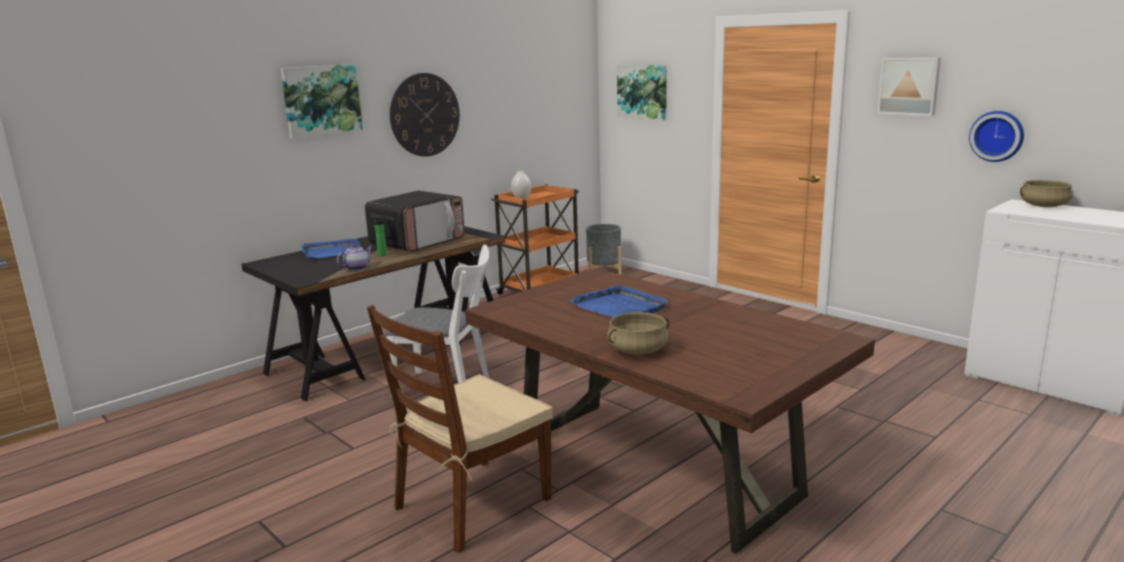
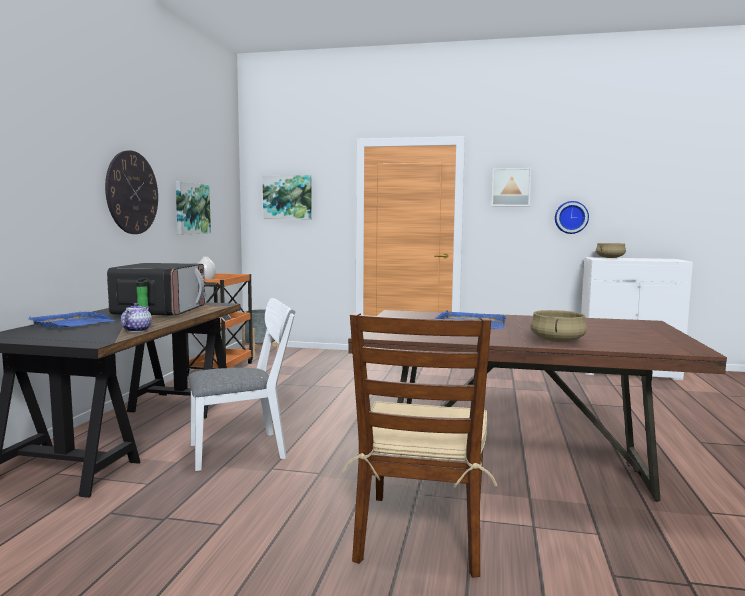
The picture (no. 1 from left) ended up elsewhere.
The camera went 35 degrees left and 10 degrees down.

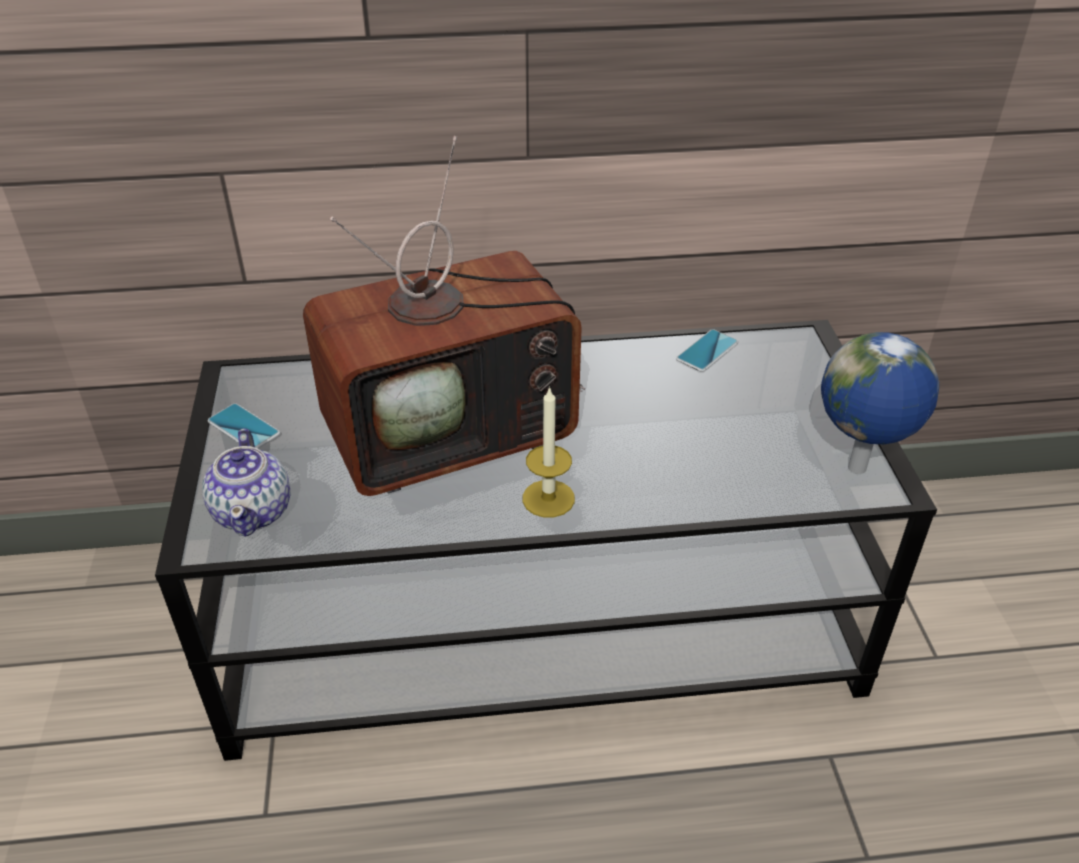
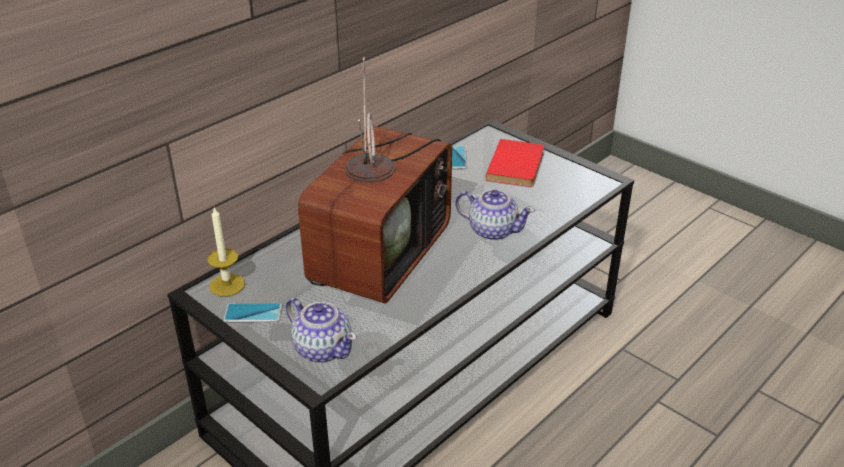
The second view lost the desk globe.
The candle ended up elsewhere.
The second view gained the red bound book.
The second view gained the tea pot (no. 2 from left).
The camera went 40 degrees left and 5 degrees down.

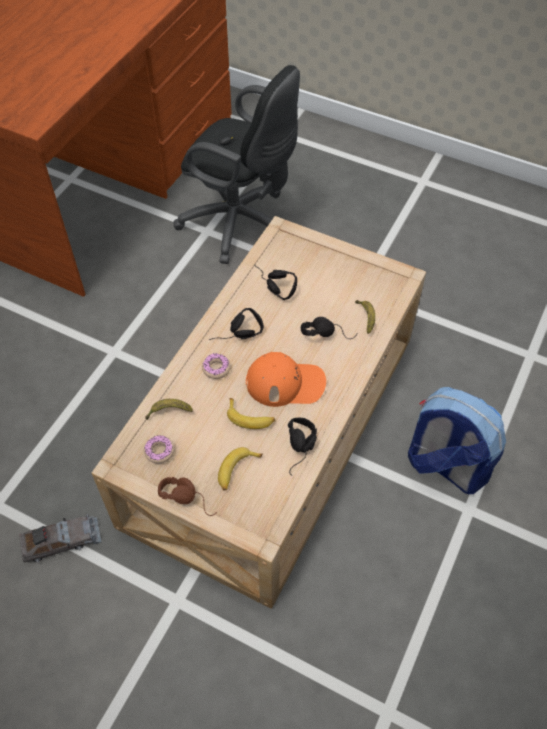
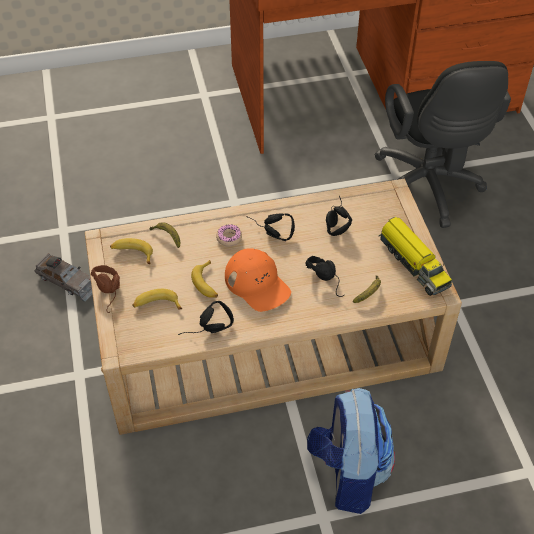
Where the donut (no. 1 from left) stood, the whole banana (no. 1 from left) came to stand.
The second view gained the model truck.
The camera went 50 degrees right and 5 degrees down.

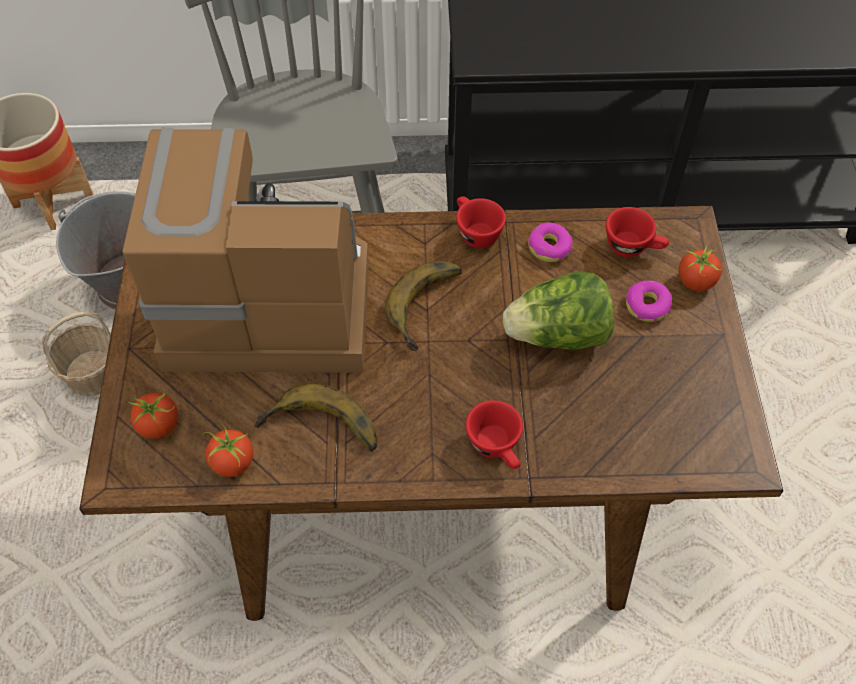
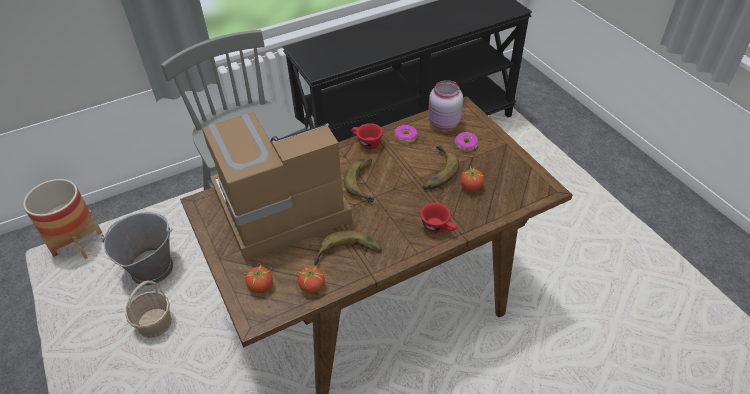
Where the red small cup (no. 3 from left) stood, the pink jar came to stand.
The fresh tomato (no. 3 from left) ended up elsewhere.
Where the lettuce head stood, the whole banana (no. 3 from left) came to stand.
The camera went 25 degrees left and 10 degrees down.

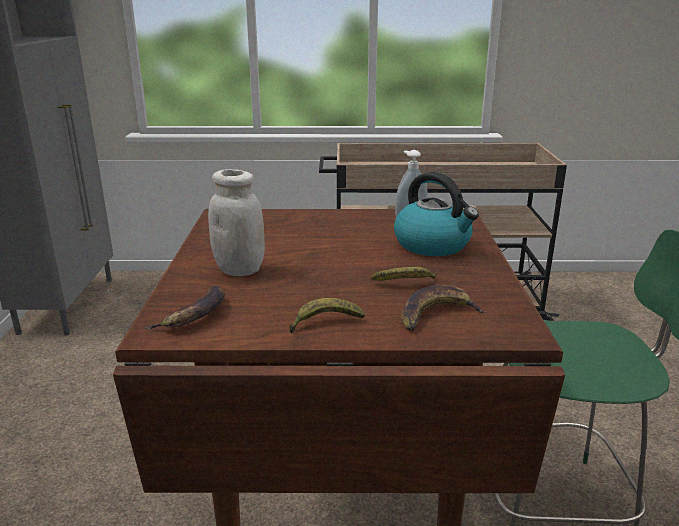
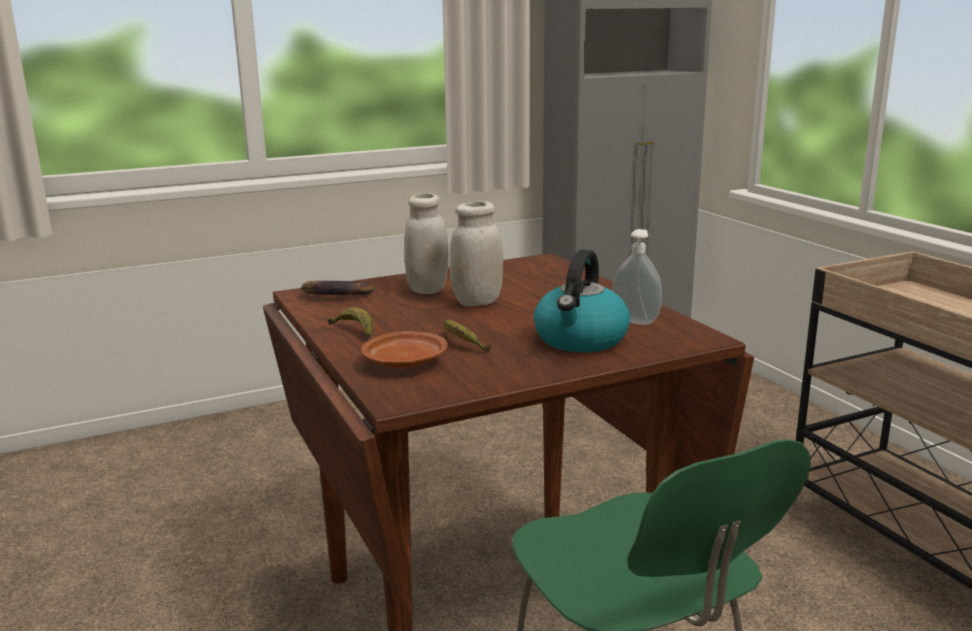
Where the whole banana (no. 4 from left) stood, the brown flat dish came to stand.
The second view gained the white-coloured jar (no. 2 from left).
The camera went 65 degrees right and 5 degrees down.

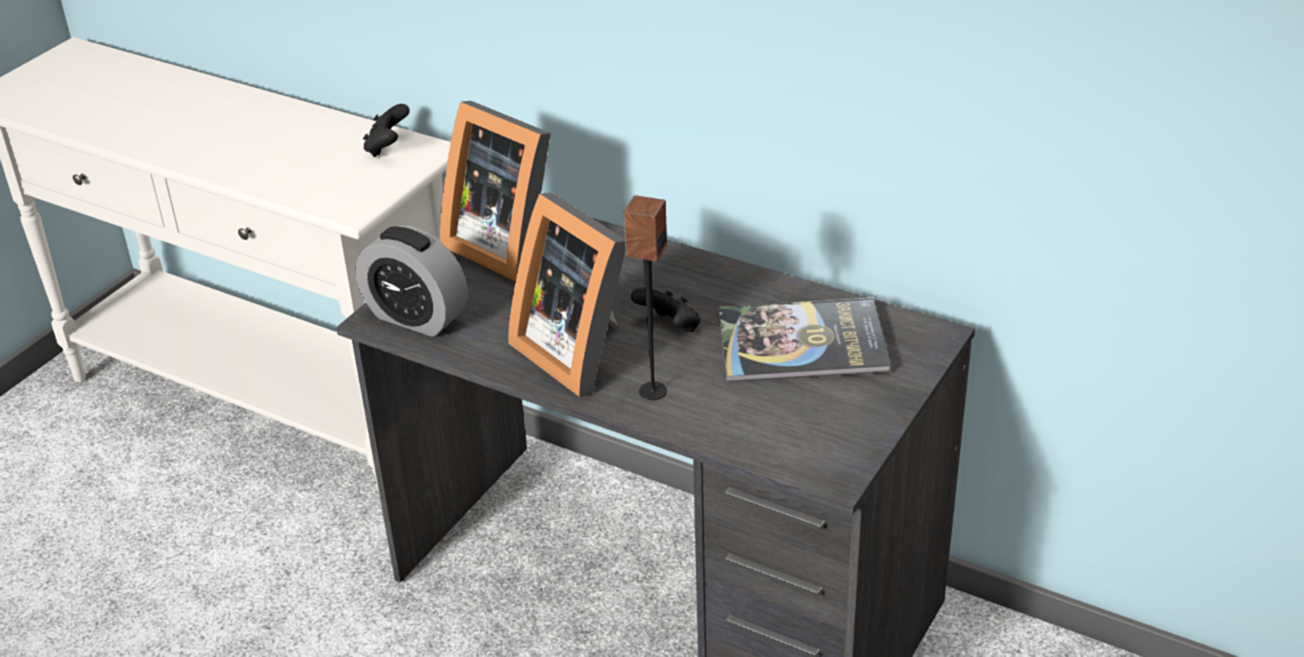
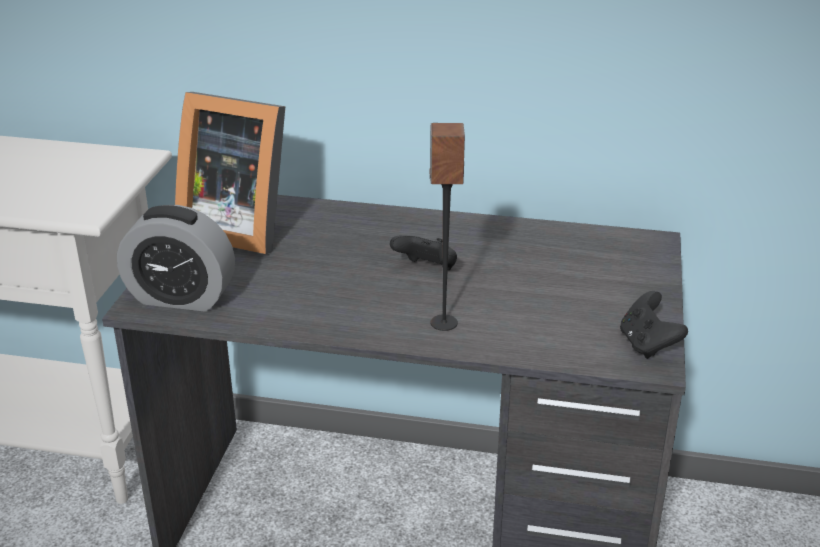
The black-coloured joypad (no. 1 from left in the first image) ended up elsewhere.
The second view lost the standing frame (no. 2 from left).
The second view lost the bound book.
The camera went 20 degrees left and 5 degrees down.

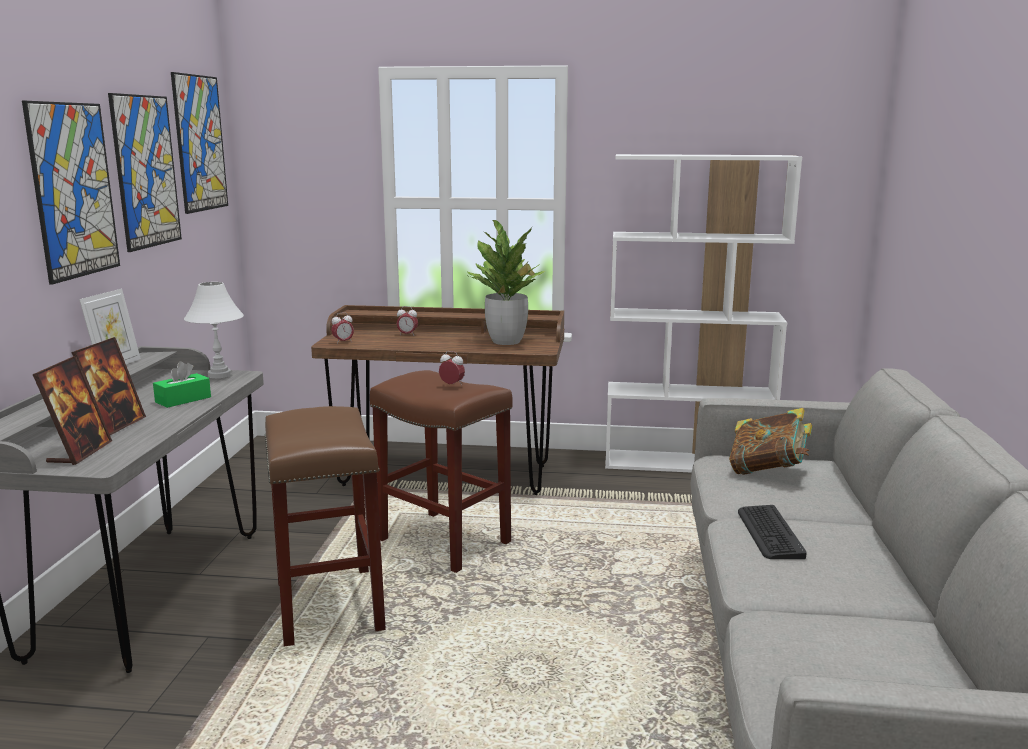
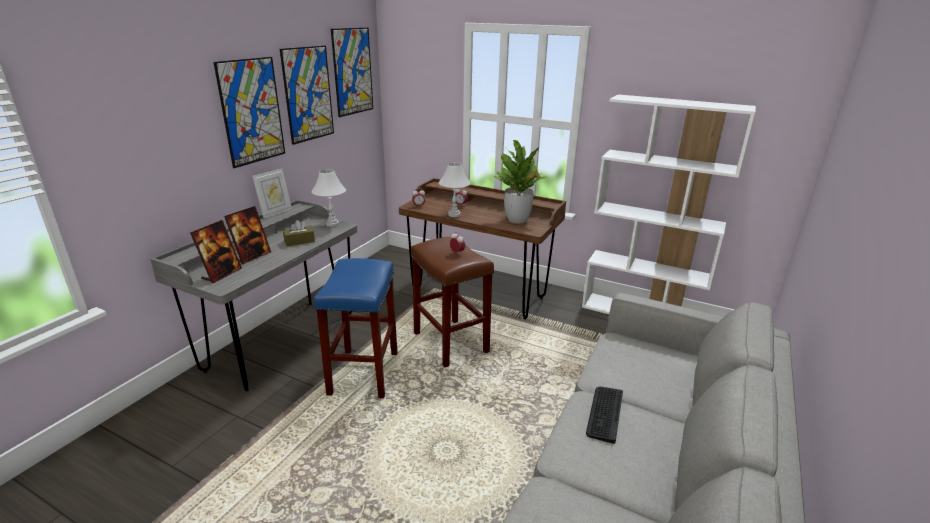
What was the green-coloured tissue holder turned into the brown tissue holder.
What was the brown sitting stool (no. 1 from left) turned into the bluish sitting stool.
The second view lost the bound book.
The second view gained the white-coloured table lamp (no. 2 from left).
The camera went 20 degrees right and 10 degrees up.

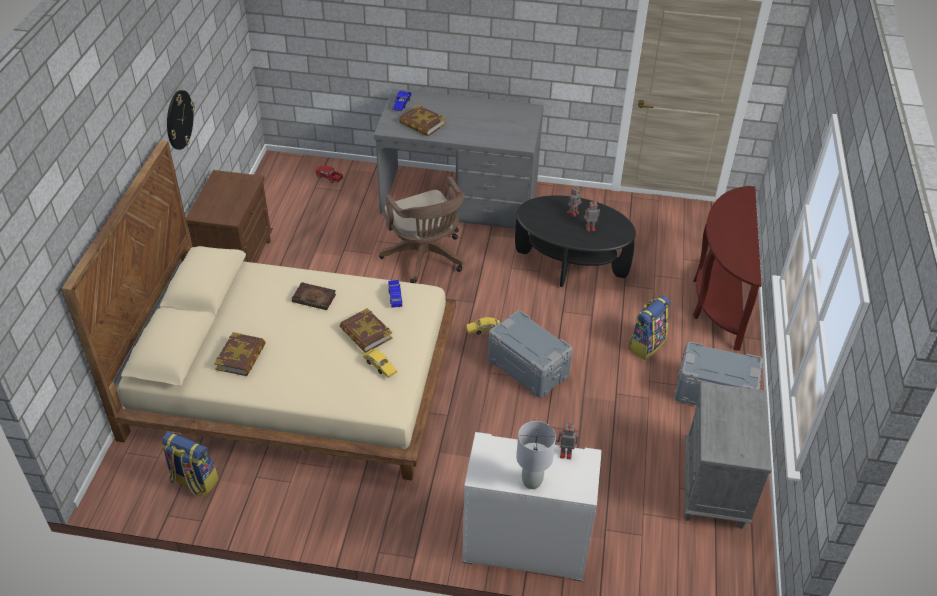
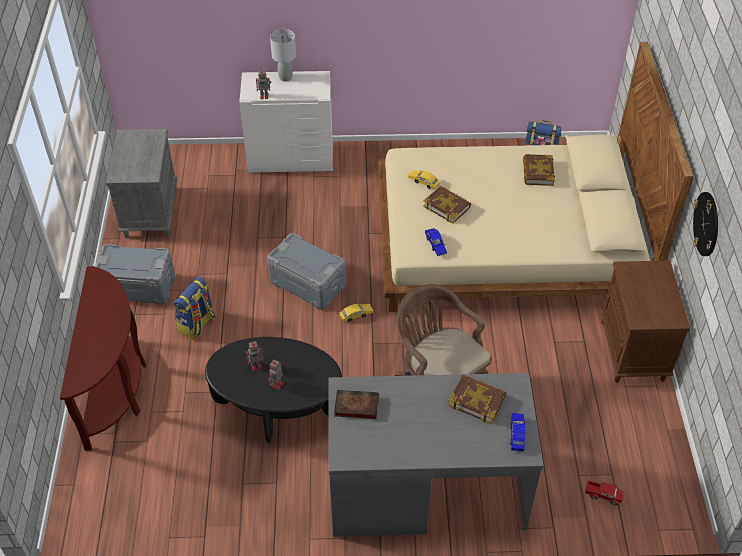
The bound book (no. 2 from left in the first image) ended up elsewhere.
The camera went 170 degrees right and 5 degrees up.

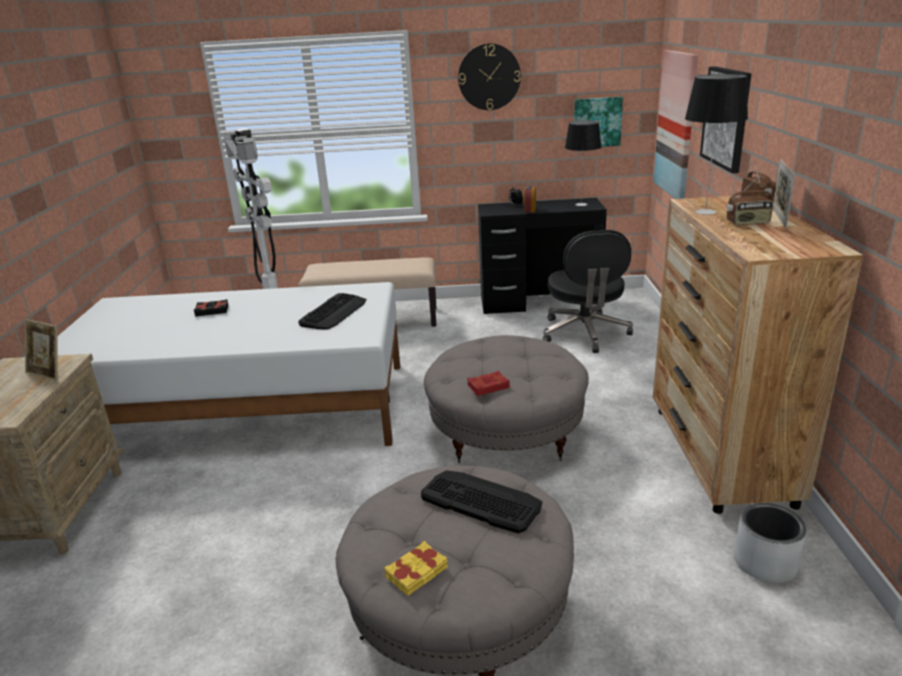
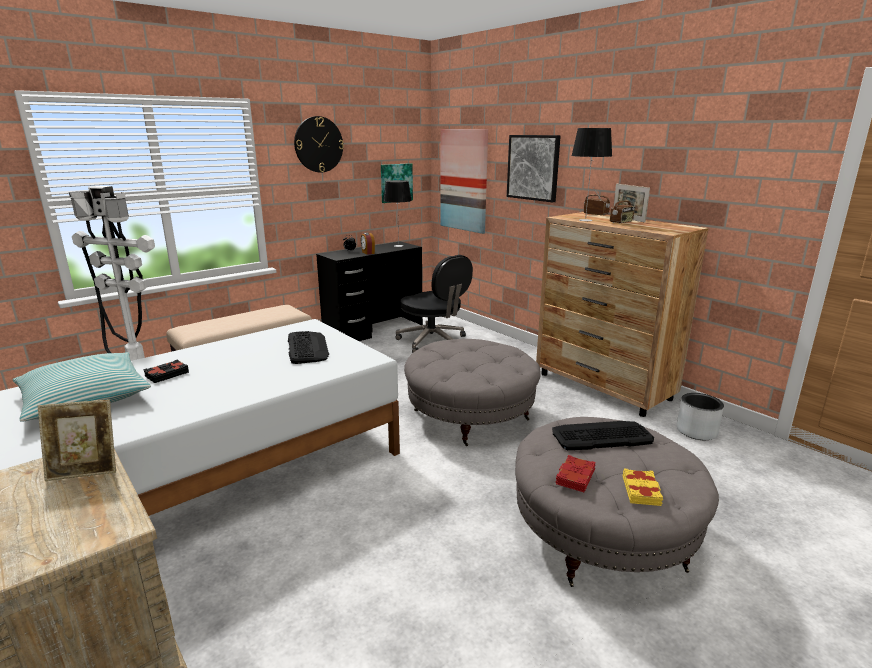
The red bound book ended up elsewhere.
The second view gained the cushion.
The camera went 40 degrees left and 5 degrees down.

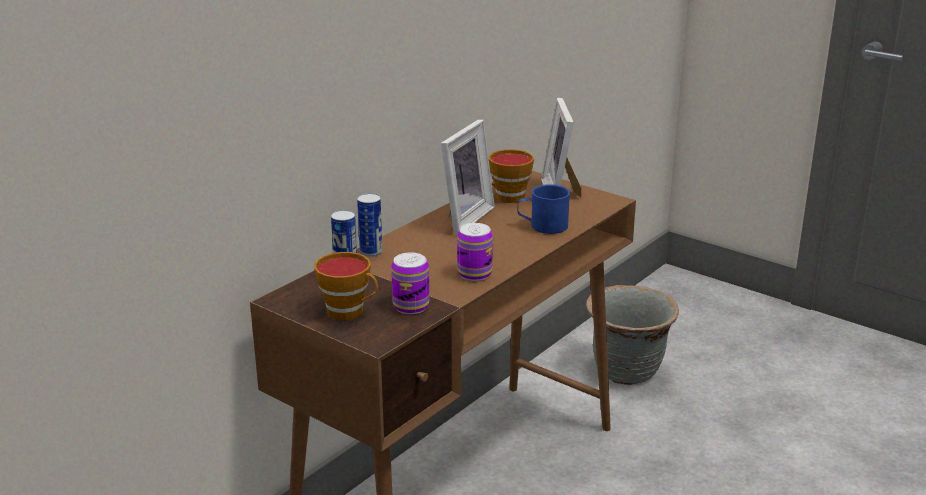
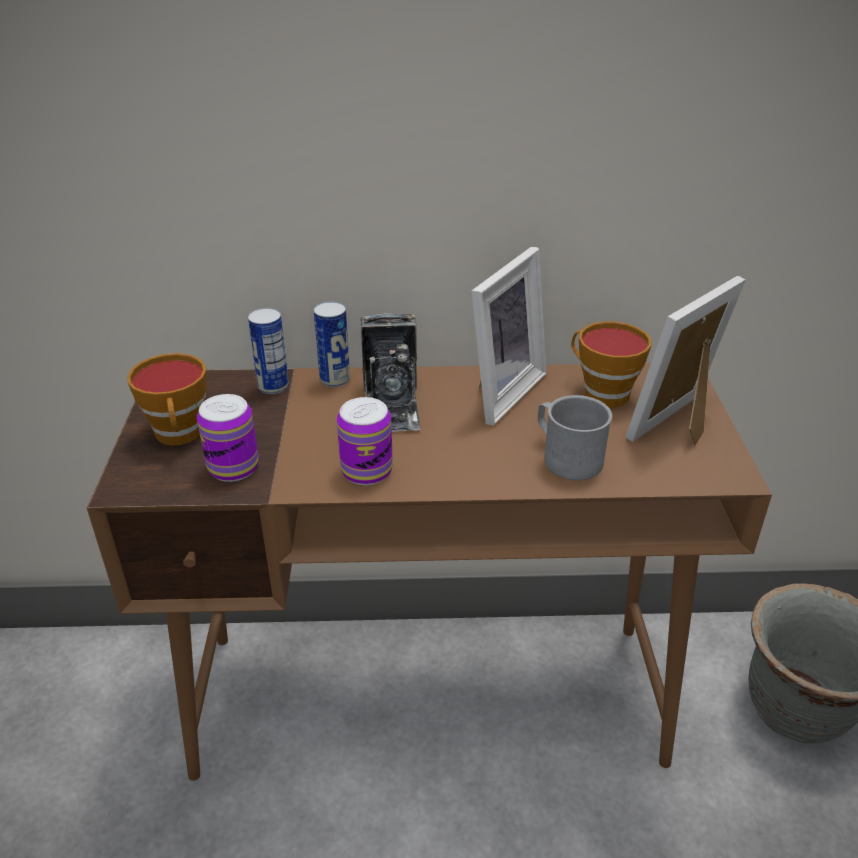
The standing frame (no. 1 from left) ended up facing another way, 45 degrees counterclockwise from before.
What was the bluish coffee mug turned into the grey coffee mug.
The second view gained the photo camera.
The camera went 50 degrees right and 10 degrees up.

